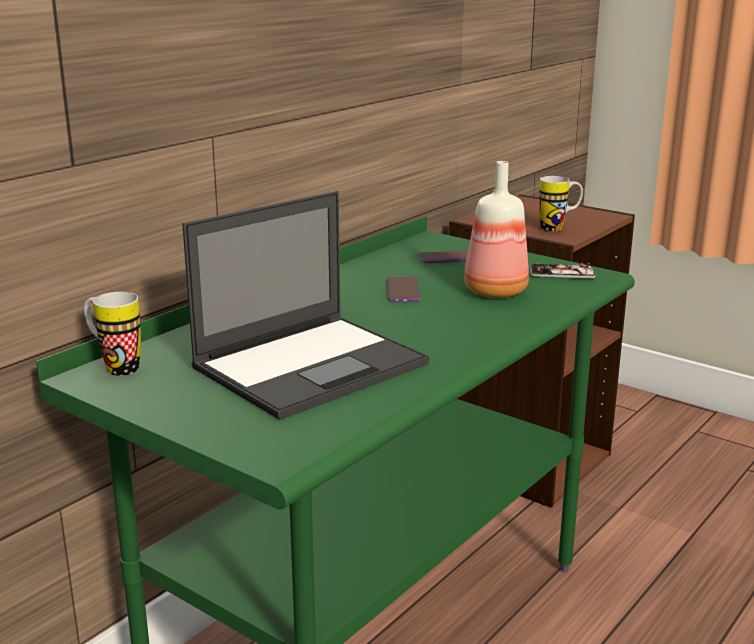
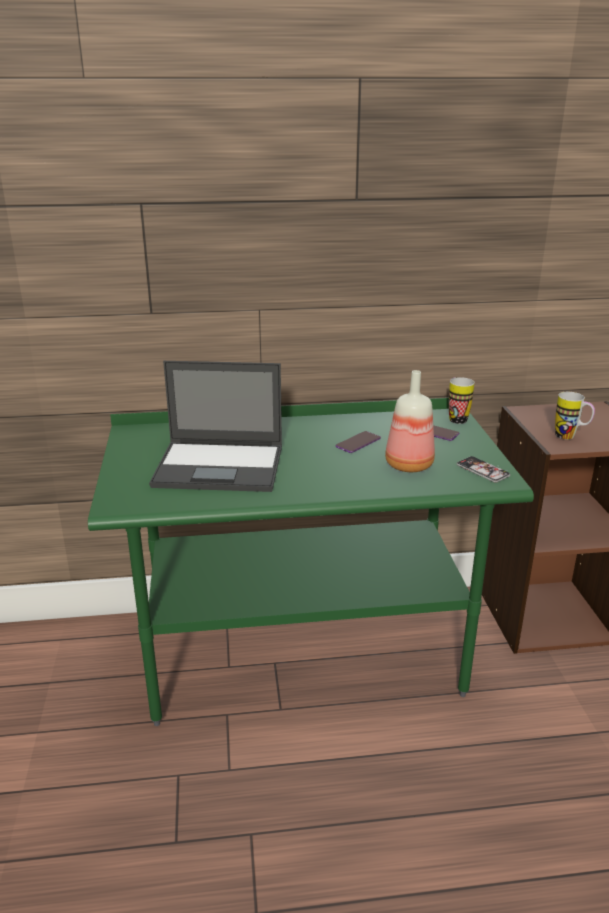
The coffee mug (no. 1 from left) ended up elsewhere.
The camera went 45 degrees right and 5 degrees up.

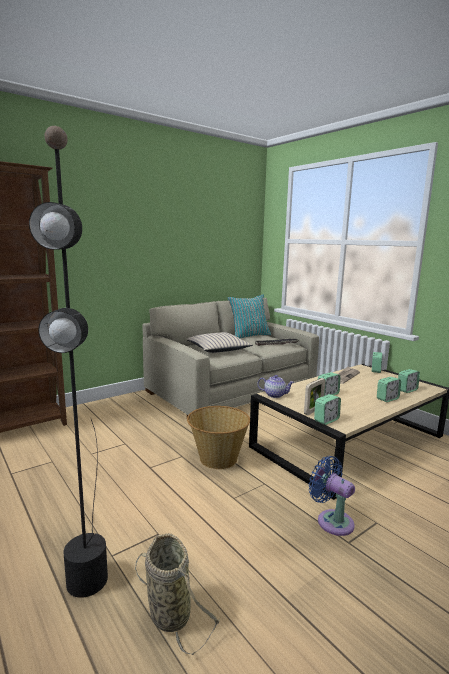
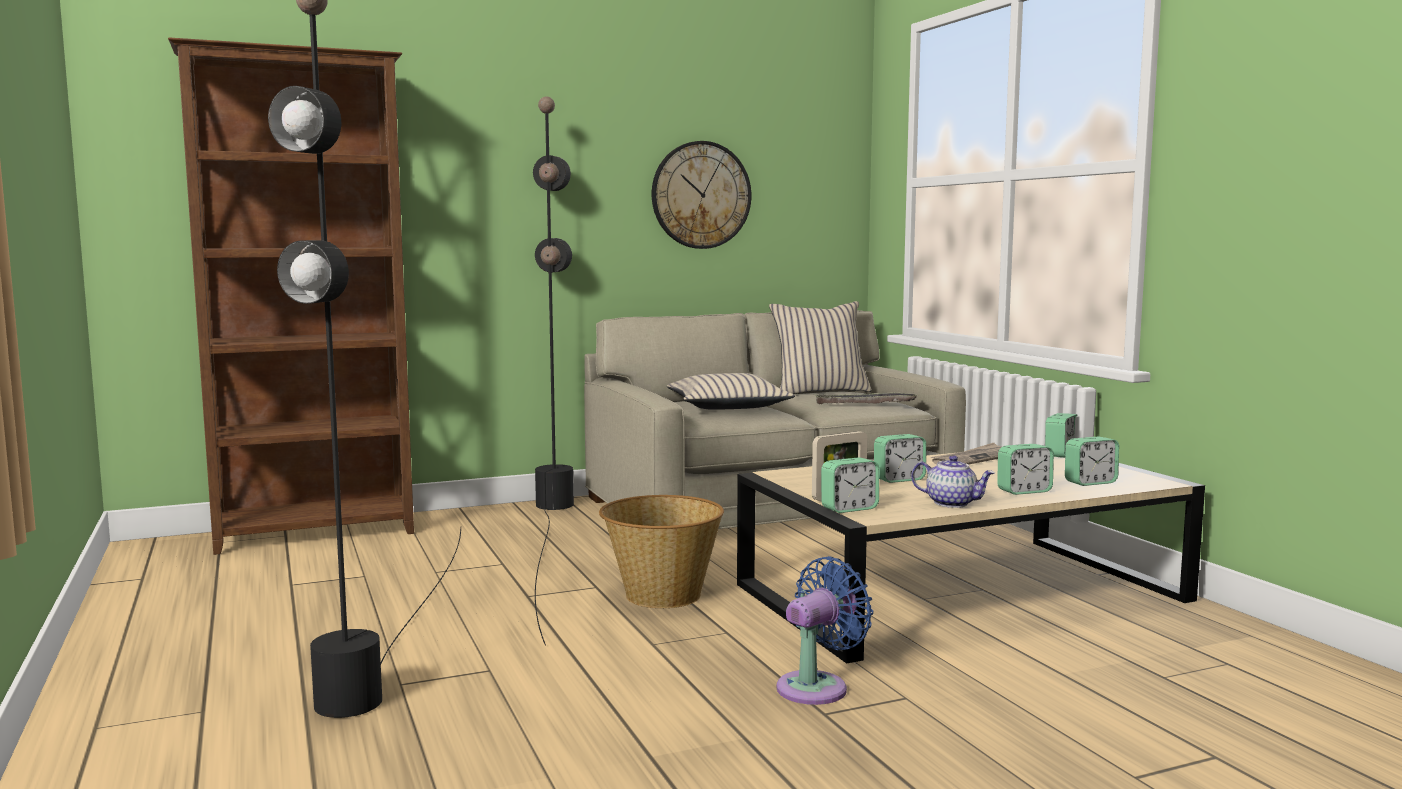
What was the turquoise cushion turned into the sand-coloured cushion (no. 2 from left).
The tea pot ended up elsewhere.
The bluish fan ended up facing another way, 75 degrees clockwise from before.
The second view lost the household basket (no. 1 from left).
The second view gained the black-coloured standing lamp (no. 2 from left).
The second view gained the wall clock.
The camera went 15 degrees right and 5 degrees down.

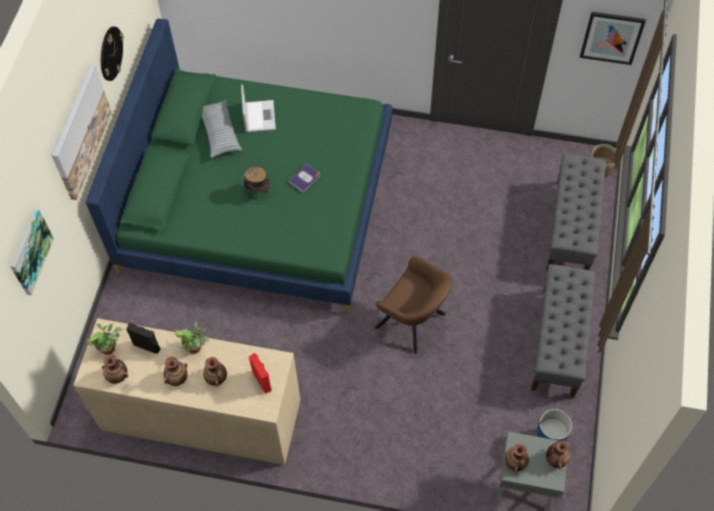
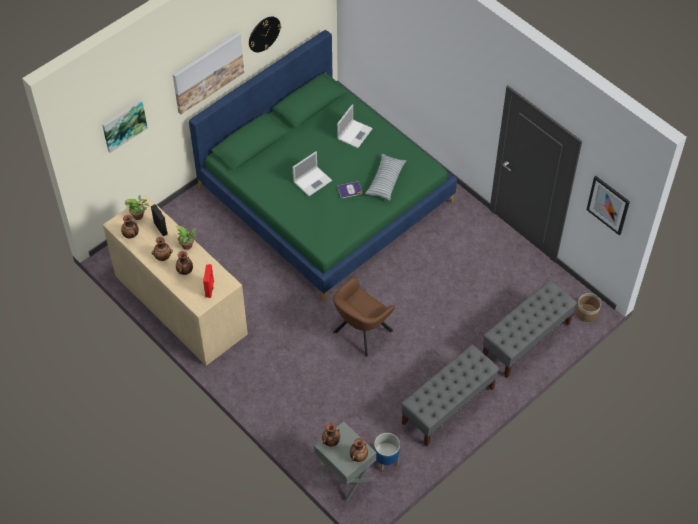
The cushion ended up elsewhere.
Where the clothing hat stood, the laptop (no. 1 from left) came to stand.
The brown lounge chair ended up facing another way, 60 degrees clockwise from before.
The camera went 35 degrees right and 5 degrees down.

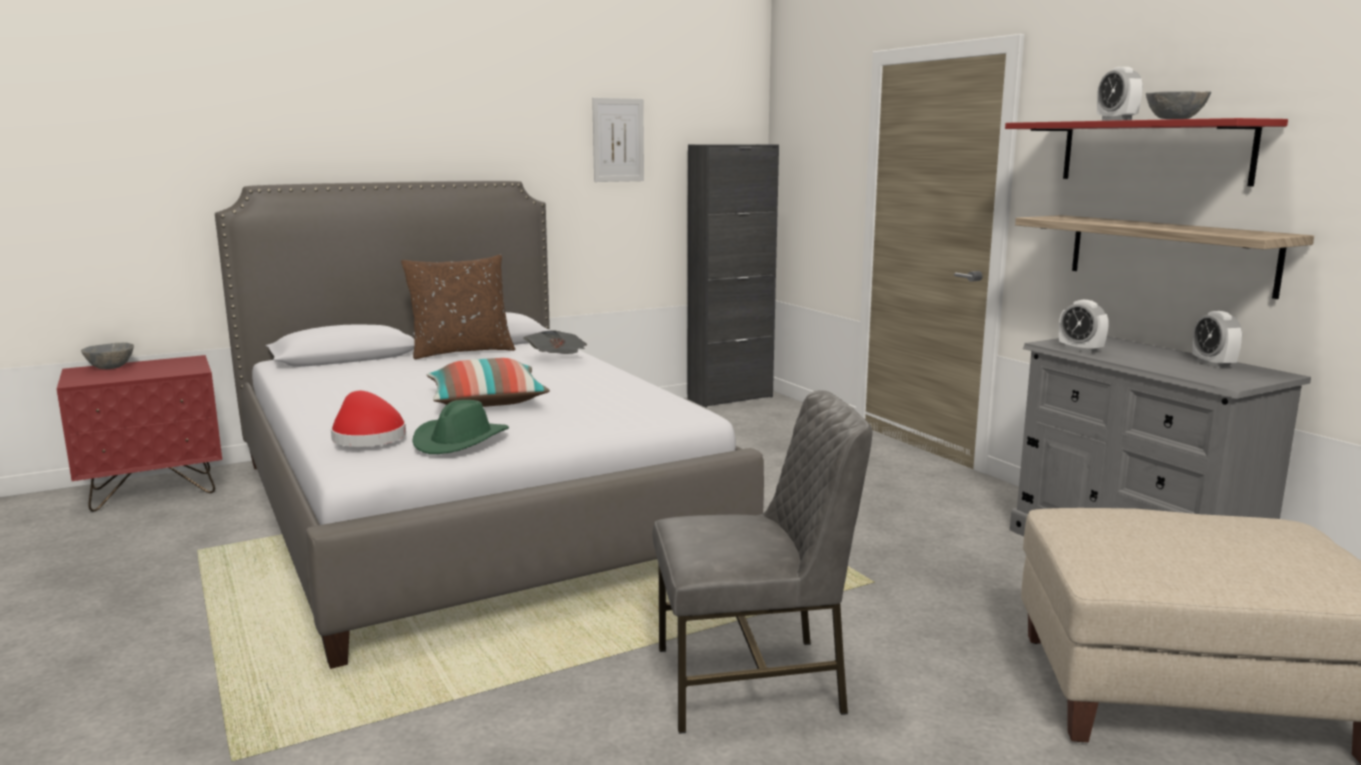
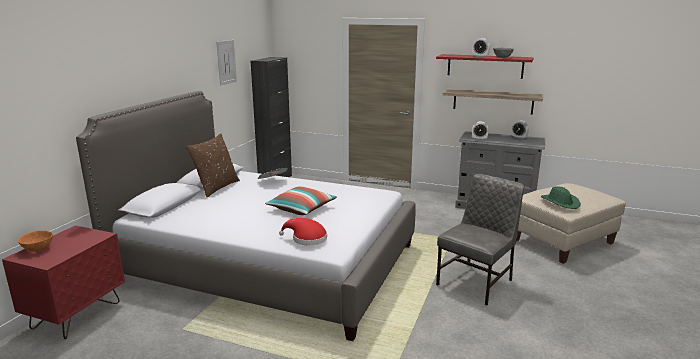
What was the grey serving bowl (no. 1 from left) turned into the orange-coloured serving bowl.
The green-coloured clothing hat ended up elsewhere.
The camera went 40 degrees left and 5 degrees up.

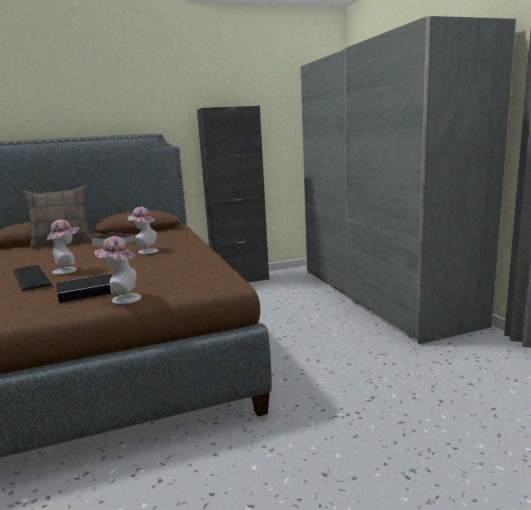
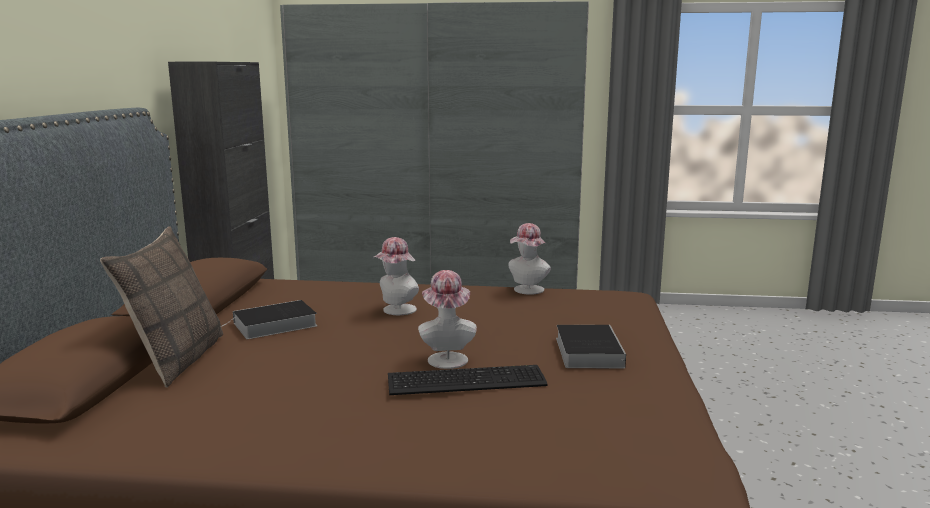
The clothing hat (no. 2 from left in the first image) ended up elsewhere.
The camera went 65 degrees left and 0 degrees up.

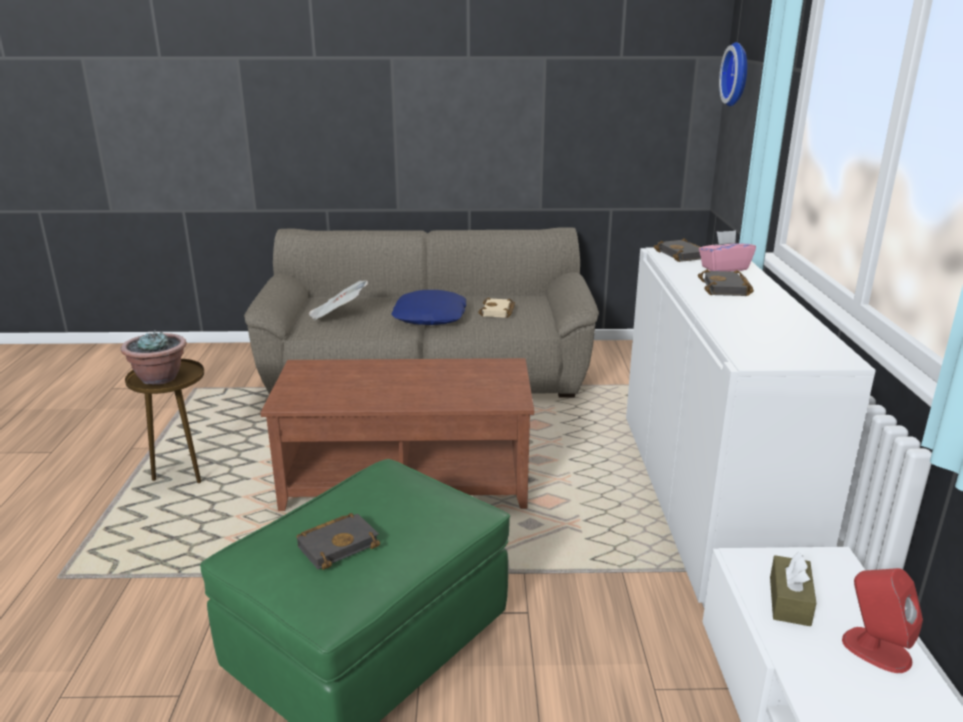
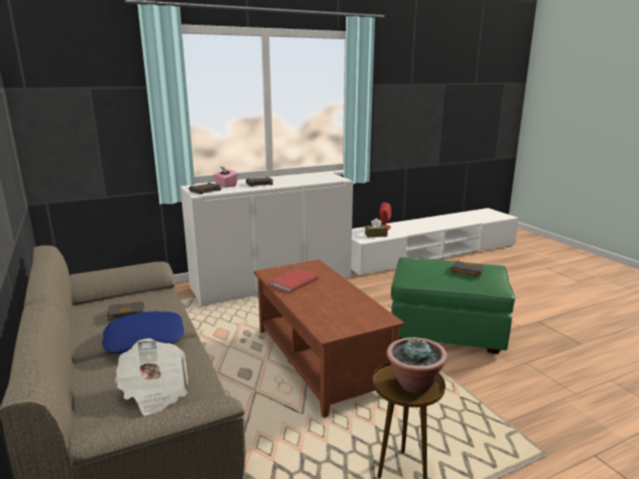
The second view lost the wall clock.
What was the sand-coloured bound book turned into the black-coloured bound book (no. 1 from left).
The second view gained the red bound book.
The camera went 115 degrees left and 5 degrees down.

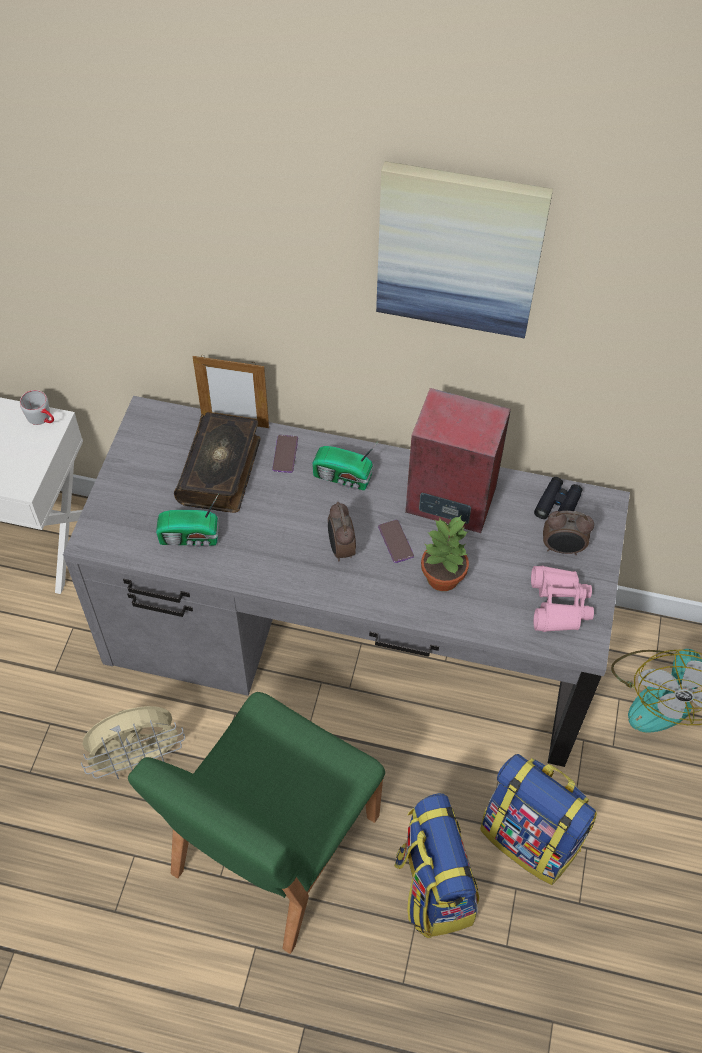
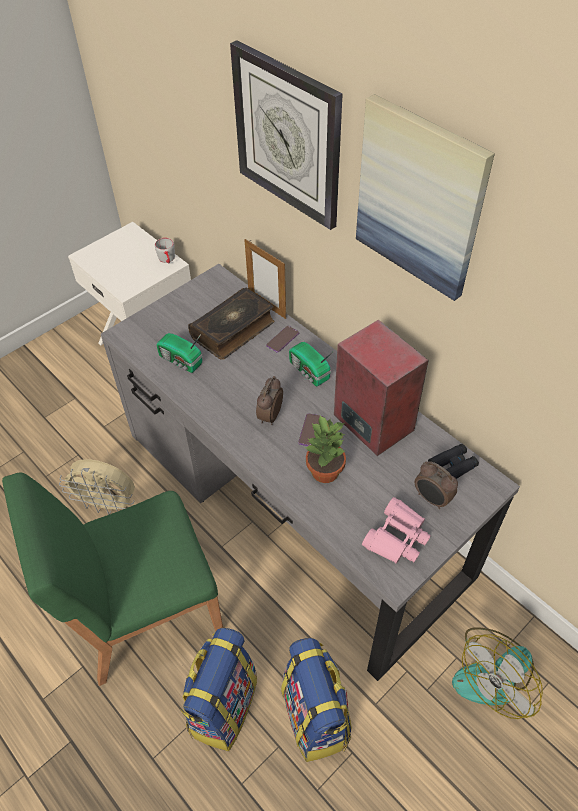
The second view gained the wall clock.
The camera went 35 degrees right and 5 degrees down.

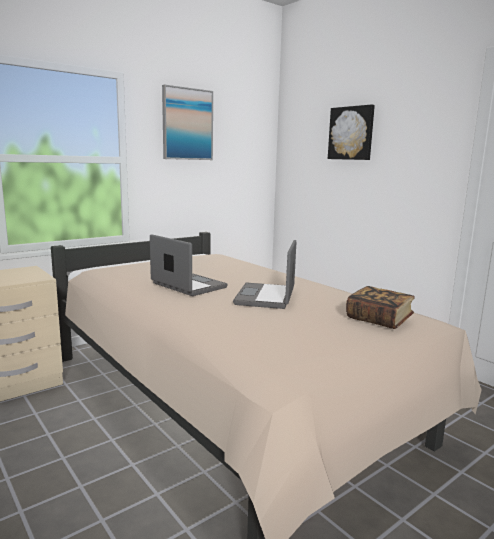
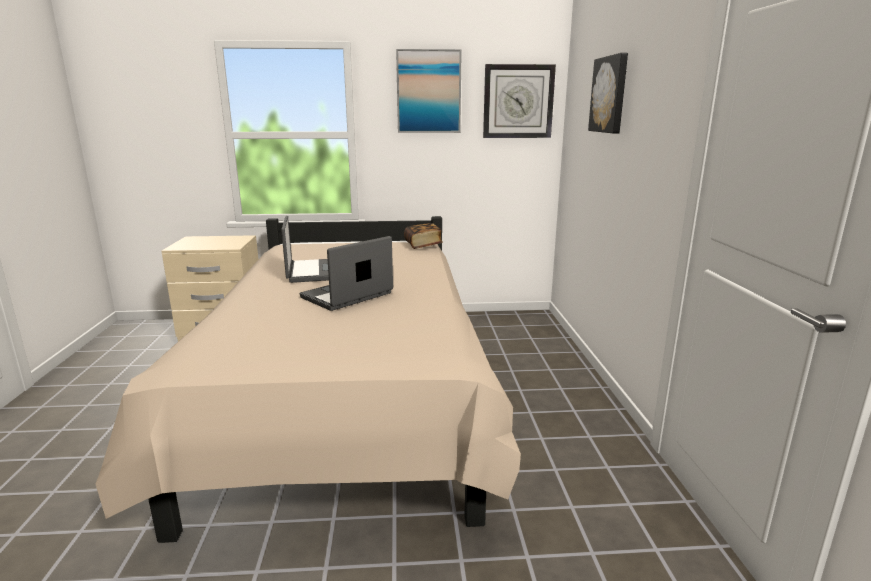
The bound book ended up elsewhere.
The second view gained the wall clock.
The camera went 35 degrees right and 5 degrees up.

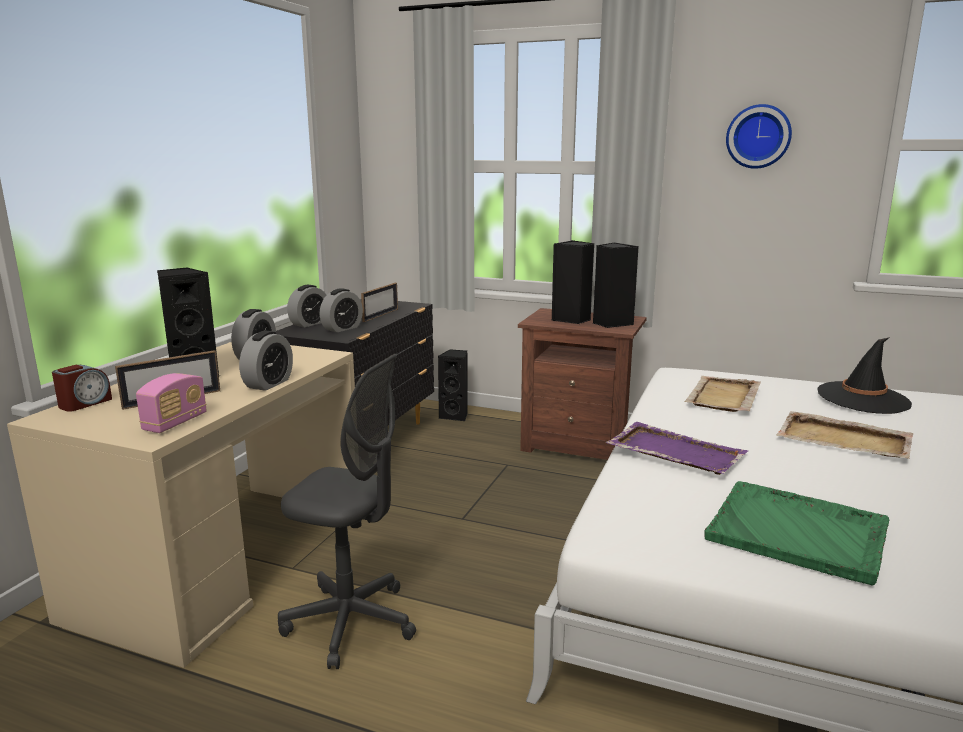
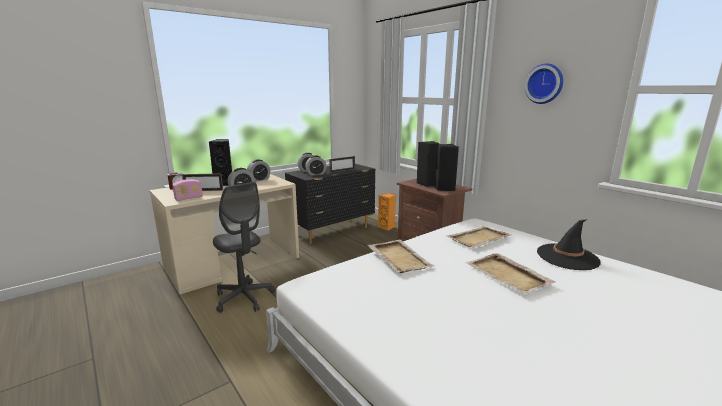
What was the black-coloured audio speaker (no. 2 from left) turned into the orange-coloured audio speaker.
What was the purple tray turned into the sand-coloured tray (no. 1 from left).
The second view lost the green-coloured tray.
The camera went 30 degrees right and 0 degrees up.

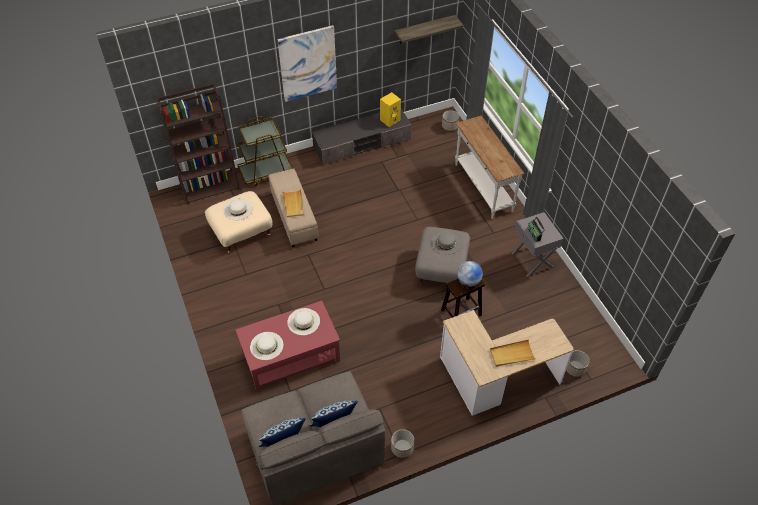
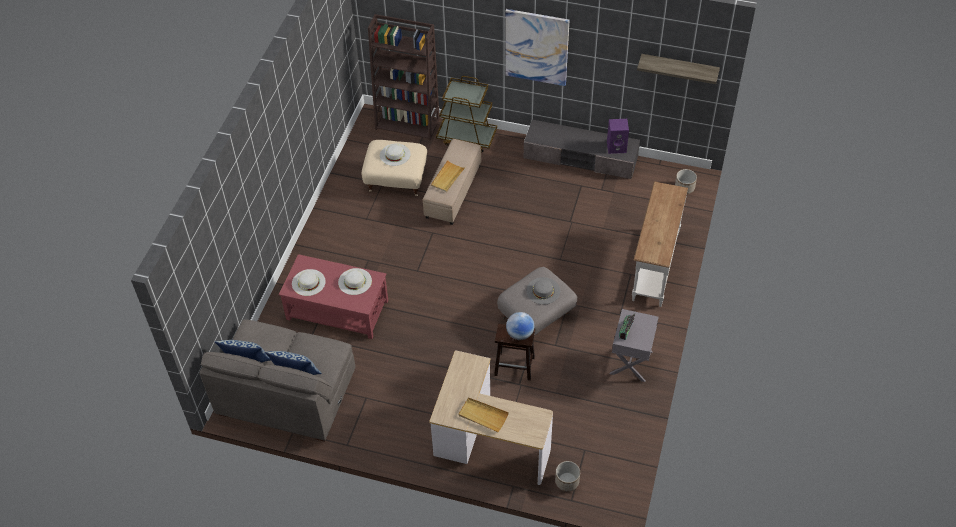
What was the yellowish audio speaker turned into the purple audio speaker.
The second view lost the planter (no. 1 from left).
The camera went 40 degrees right and 0 degrees up.

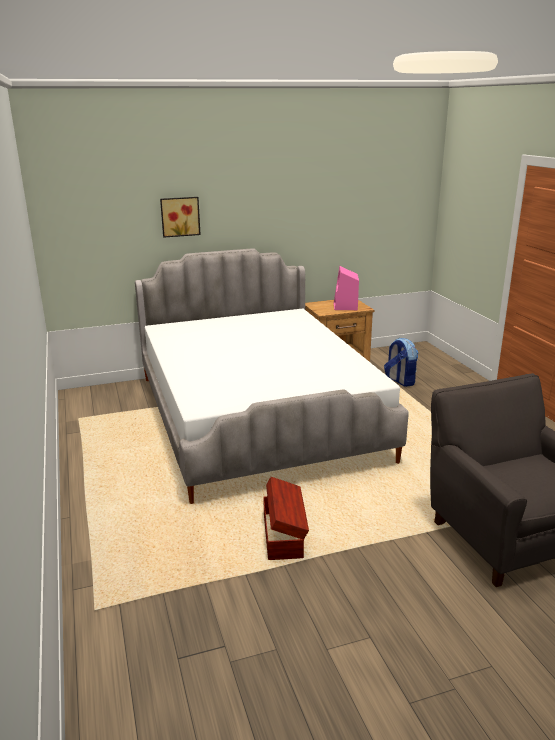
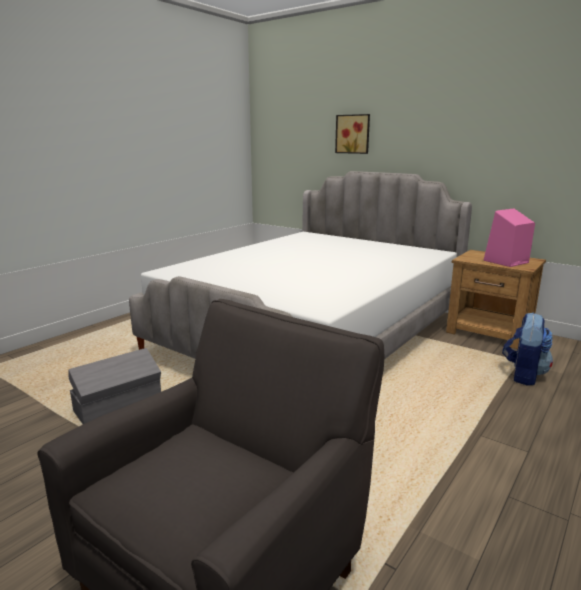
What was the brown storage box turned into the grey storage box.
The camera went 55 degrees right and 5 degrees down.

